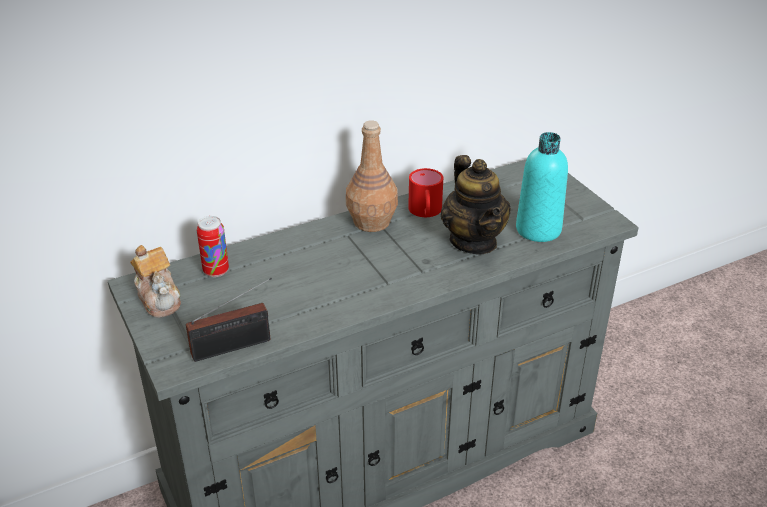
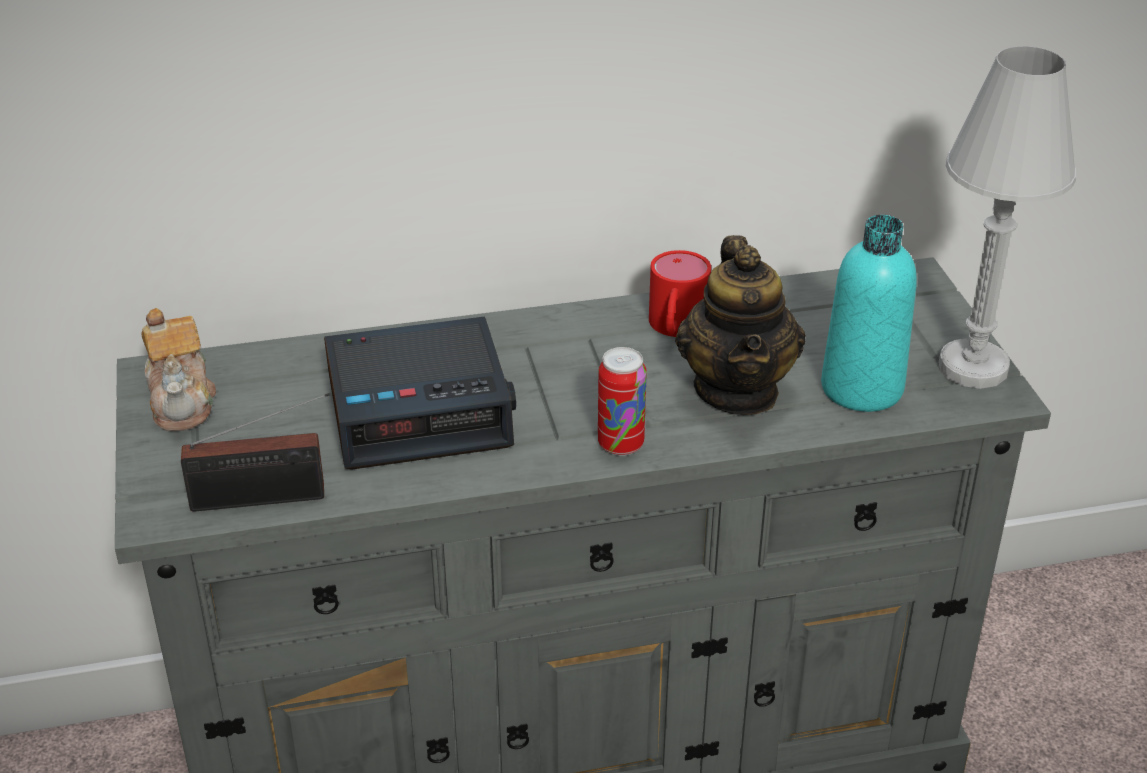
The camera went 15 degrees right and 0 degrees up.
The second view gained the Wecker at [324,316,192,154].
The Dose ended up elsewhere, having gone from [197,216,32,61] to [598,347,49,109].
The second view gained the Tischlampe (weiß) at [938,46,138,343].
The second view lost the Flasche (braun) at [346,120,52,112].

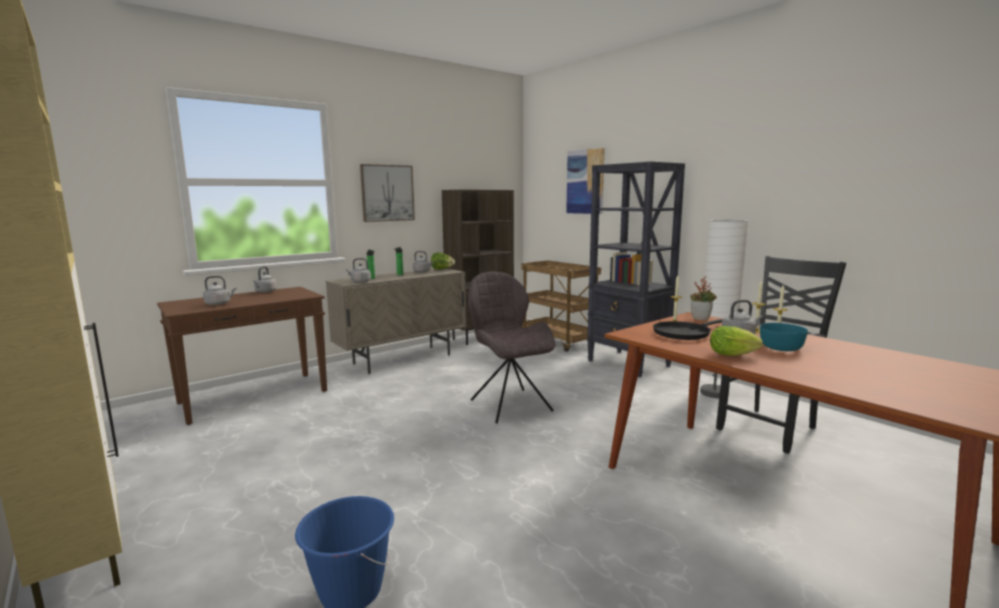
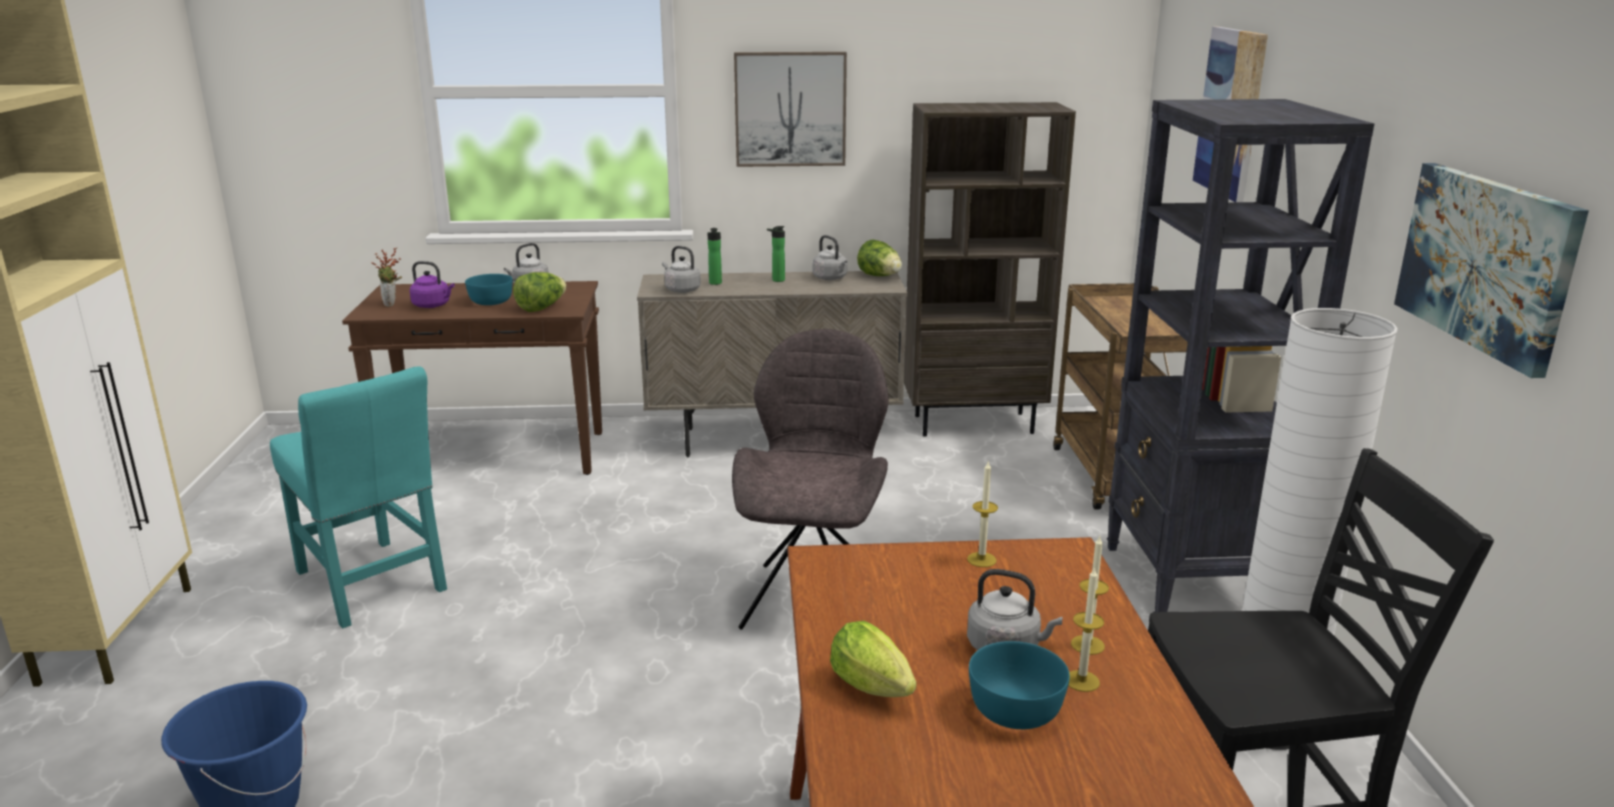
The camera went 35 degrees right and 10 degrees up.
The second view gained the Stuhl (türkis) at [270,366,177,262].
The Topfpflanze ended up elsewhere, having gone from [690,276,27,44] to [372,247,30,60].
What was the Wasserkessel (grau) at [203,276,33,29] turned into the Wasserkessel (lila) at [410,261,45,47].
The second view gained the Schüssel (türkis) at [465,274,48,31].
The second view gained the Salatkopf at [513,272,54,40].
The second view gained the Bild at [1394,163,195,215].
The second view lost the Pfanne (schwarz) at [653,319,70,21].

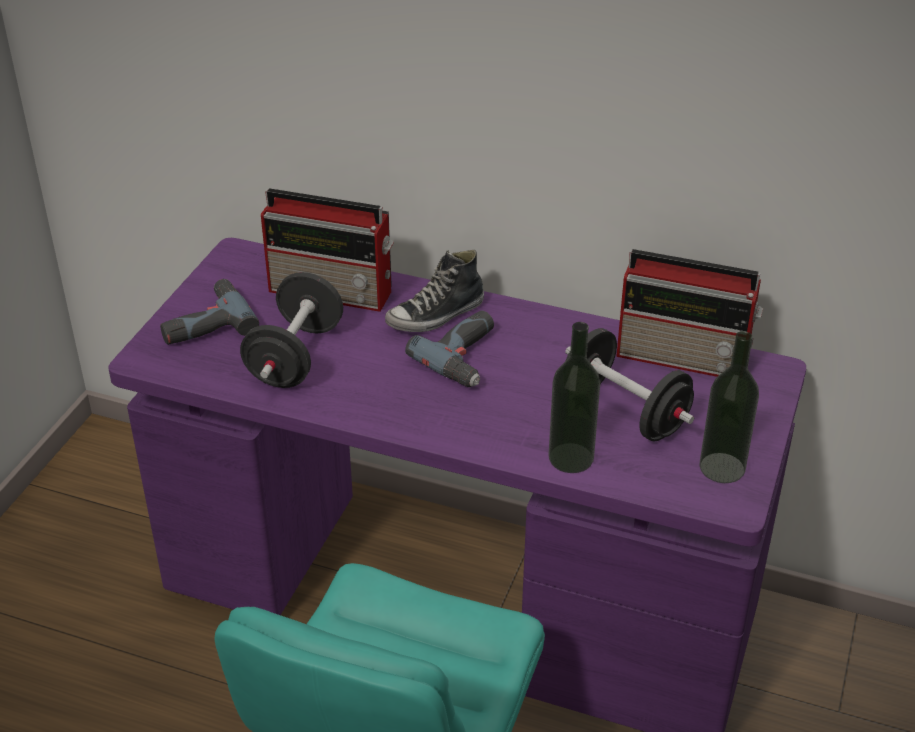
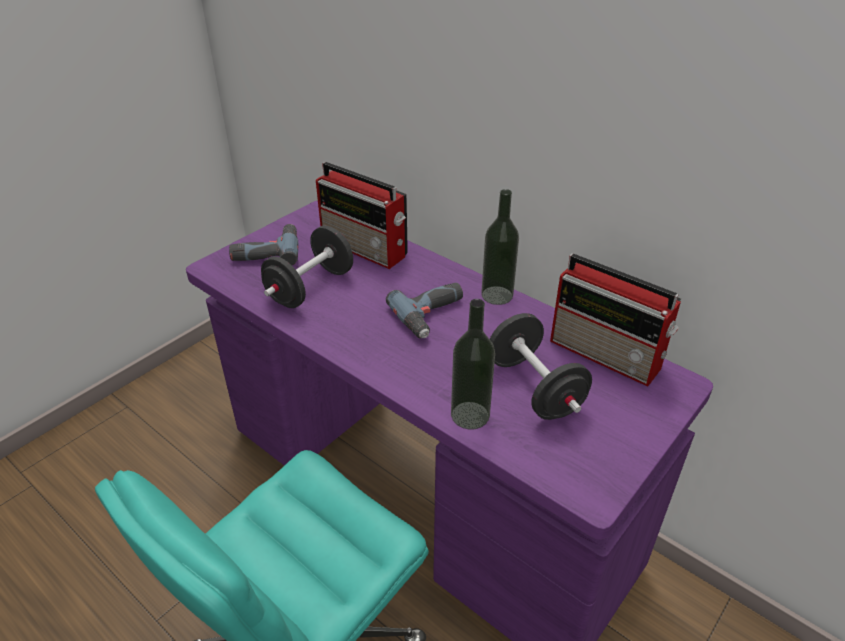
The camera went 20 degrees right and 0 degrees up.
The Flasche ended up elsewhere, having gone from [700,331,59,152] to [481,189,38,116].
The second view lost the Schuh at [385,250,99,82].

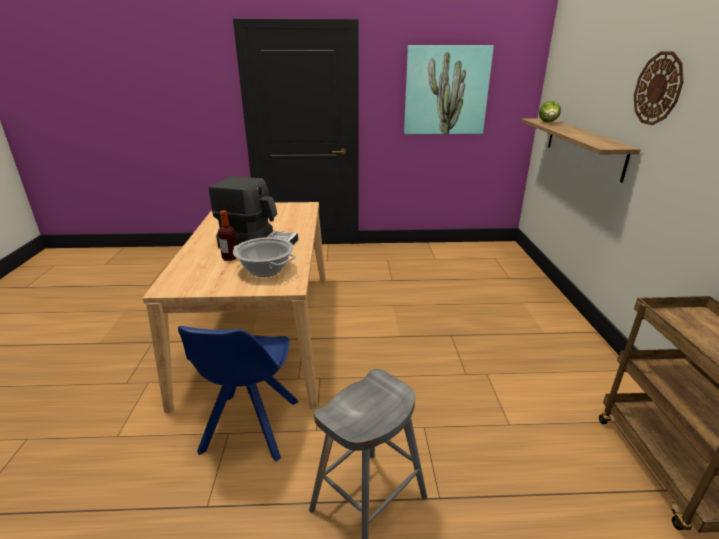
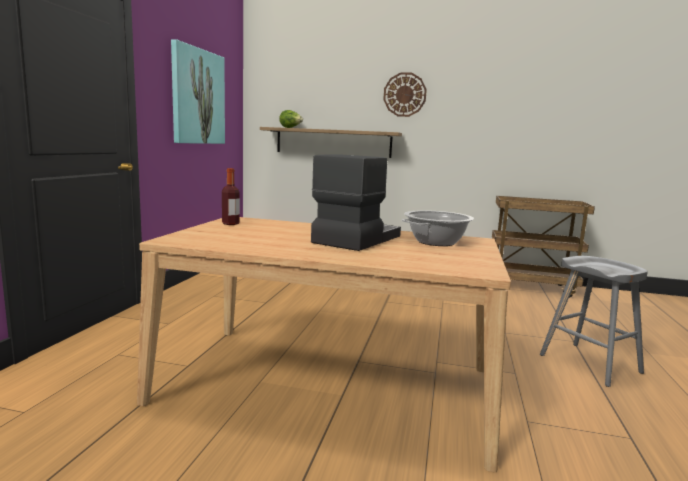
The camera went 75 degrees left and 15 degrees down.
The Flasche ended up elsewhere, having gone from [218,210,19,51] to [222,168,18,57].
The second view lost the Stuhl (blau) at [178,326,120,135].

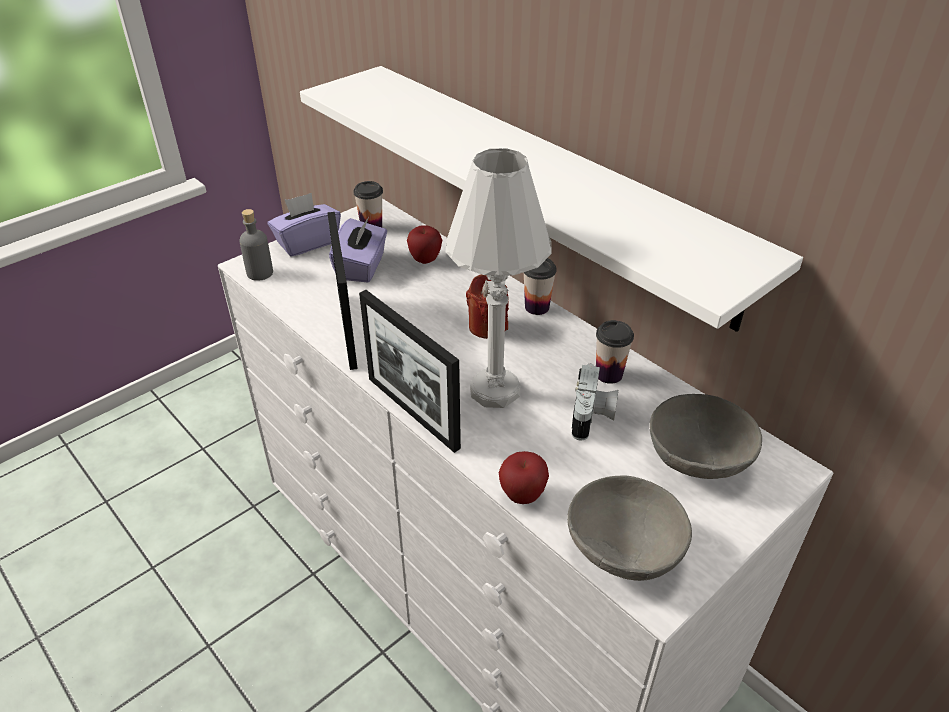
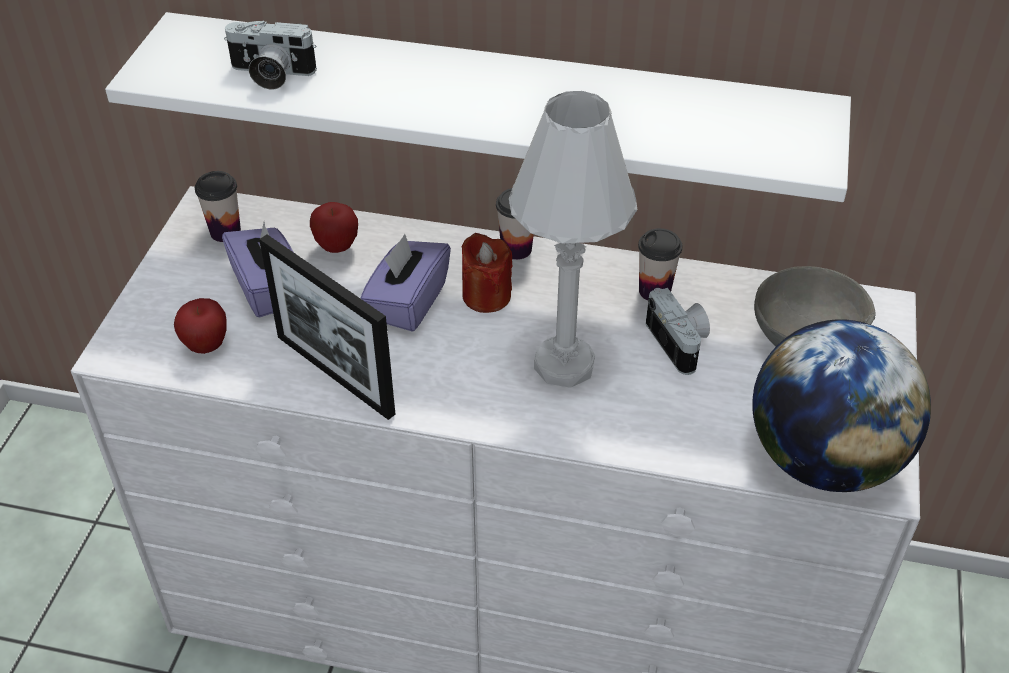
The camera went 35 degrees left and 5 degrees up.
The Apfel ended up elsewhere, having gone from [499,451,50,53] to [174,298,53,56].
The second view gained the Kamera at [224,21,93,69].
The Taschentuchbox (lila) ended up elsewhere, having gone from [268,193,73,63] to [360,234,91,98].
Where the Schüssel (grau) stood at [567,475,125,106], the Globus came to stand at [752,319,179,173].
The second view lost the Flasche (grau) at [239,209,34,72].
The second view lost the Bilderrahmen at [359,290,102,163].

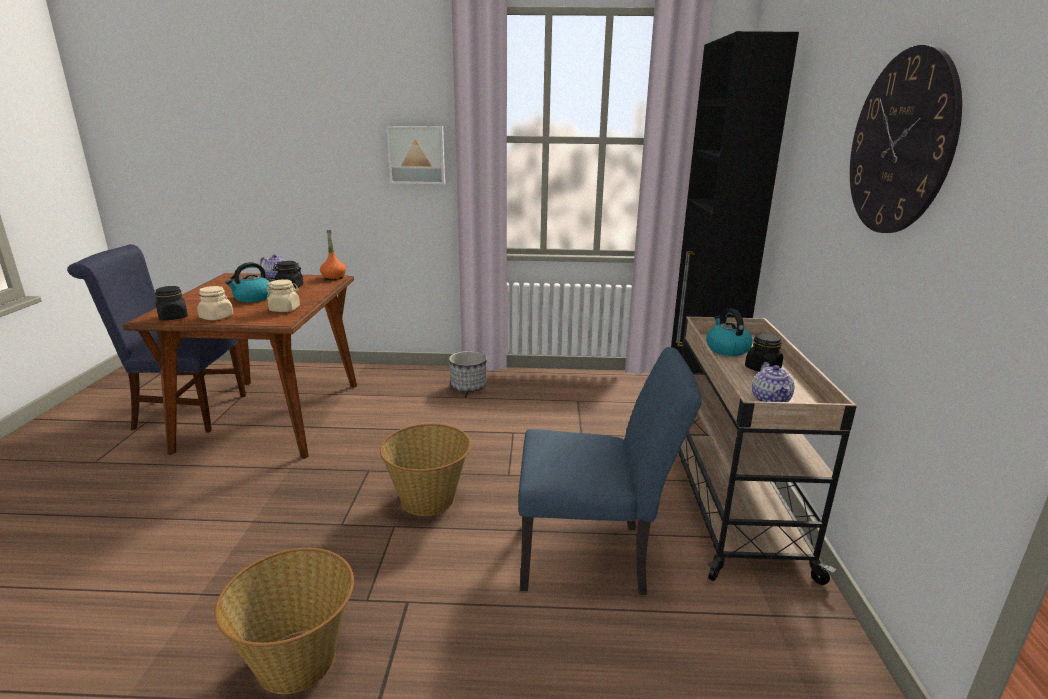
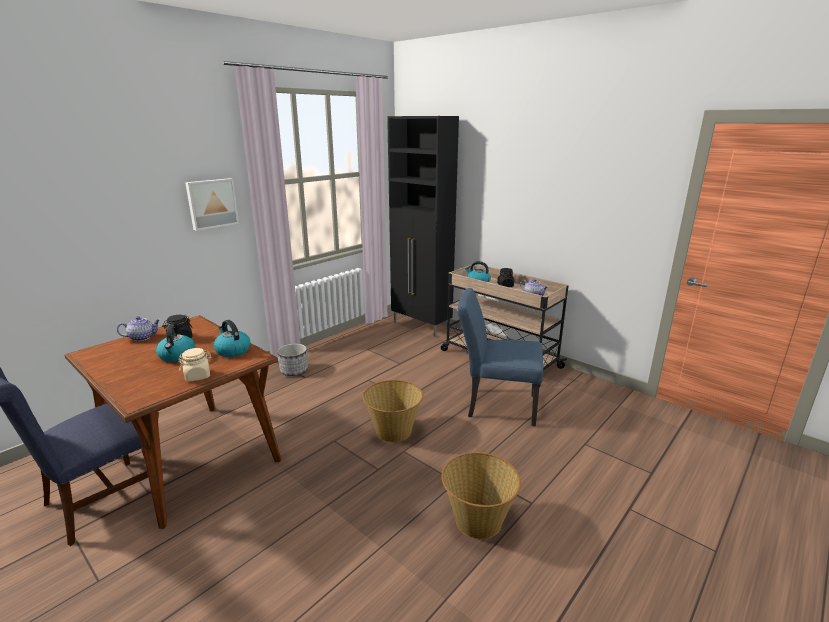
The camera went 50 degrees left and 0 degrees up.
Where the Vorratsglas (beige) stood at [266,279,34,33], the Wasserkessel came to stand at [214,320,37,37].
The Stuhl (blau) at [519,347,183,248] ended up facing another way, 120 degrees counterclockwise from before.
The second view lost the Vorratsglas (schwarz) at [155,286,33,34].
The second view lost the Flasche (orange) at [320,230,26,50].
The second view lost the Wanduhr at [850,45,112,188].

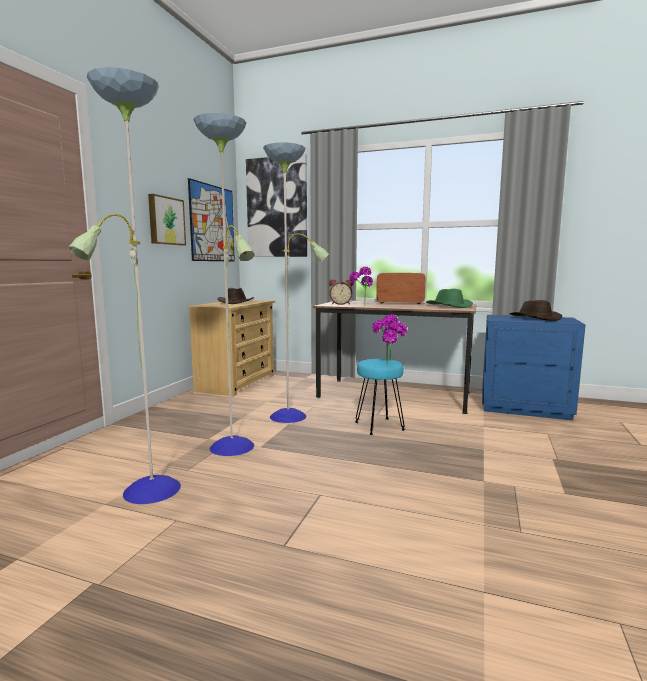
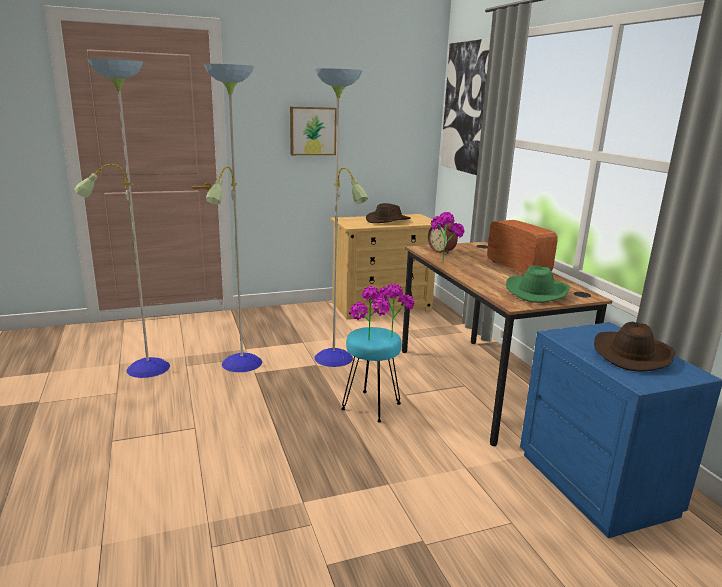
The camera went 50 degrees right and 10 degrees up.
The second view lost the Bild at [188,178,47,84].

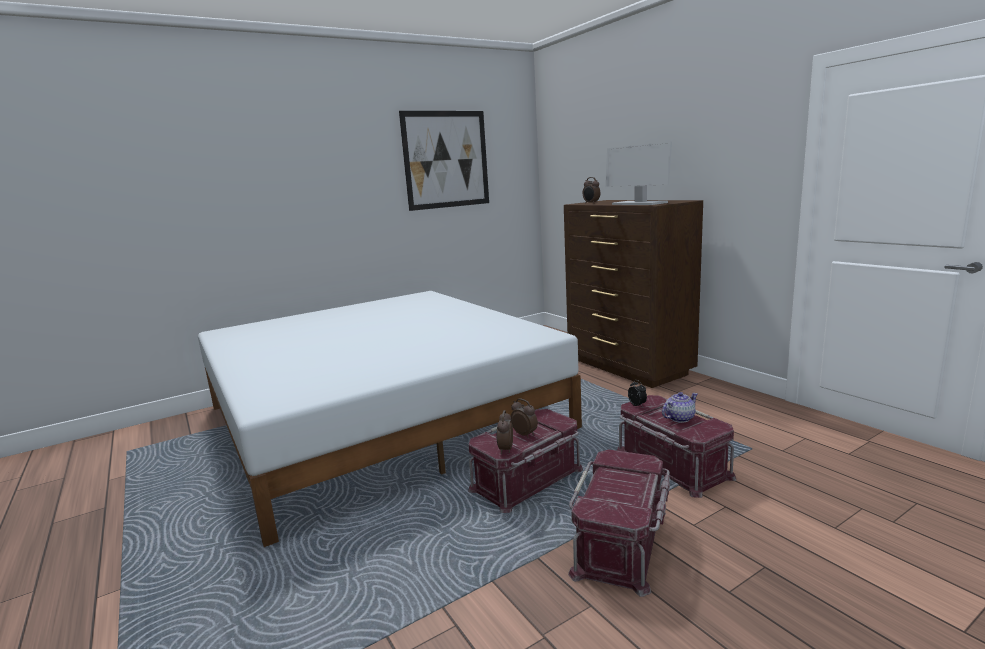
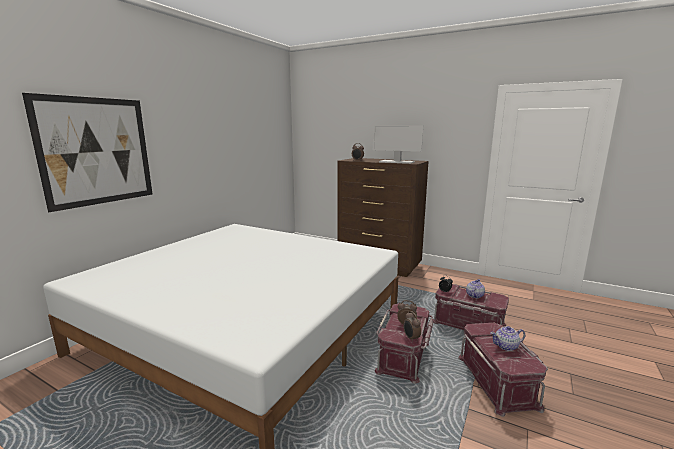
The camera went 30 degrees left and 0 degrees up.
The Bild ended up elsewhere, having gone from [399,111,90,100] to [22,93,131,119].
The second view gained the Teekanne at [490,326,35,25].

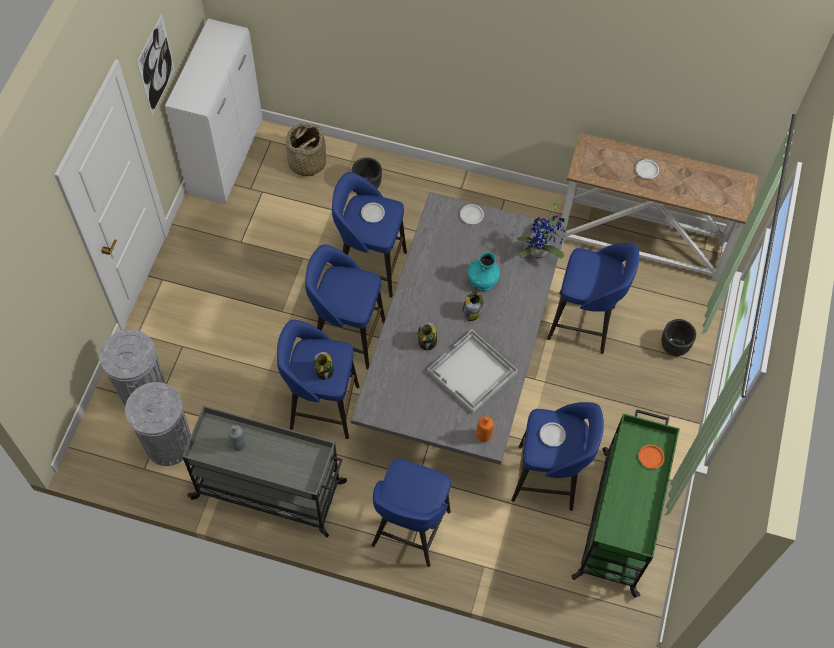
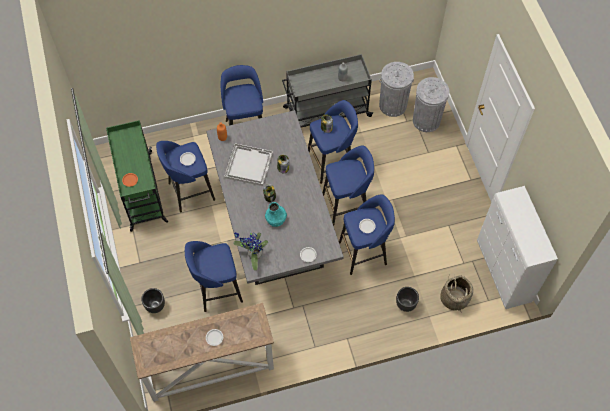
The camera went 150 degrees right and 0 degrees up.
The second view lost the Bild at [137,13,38,102].

